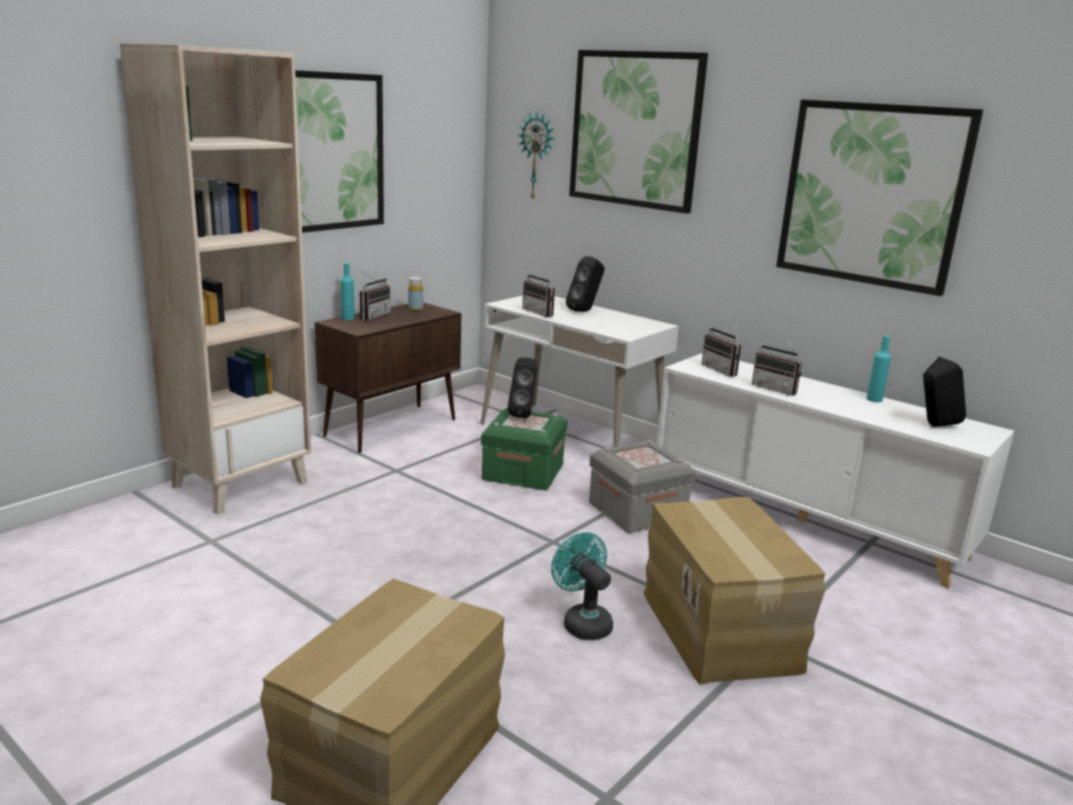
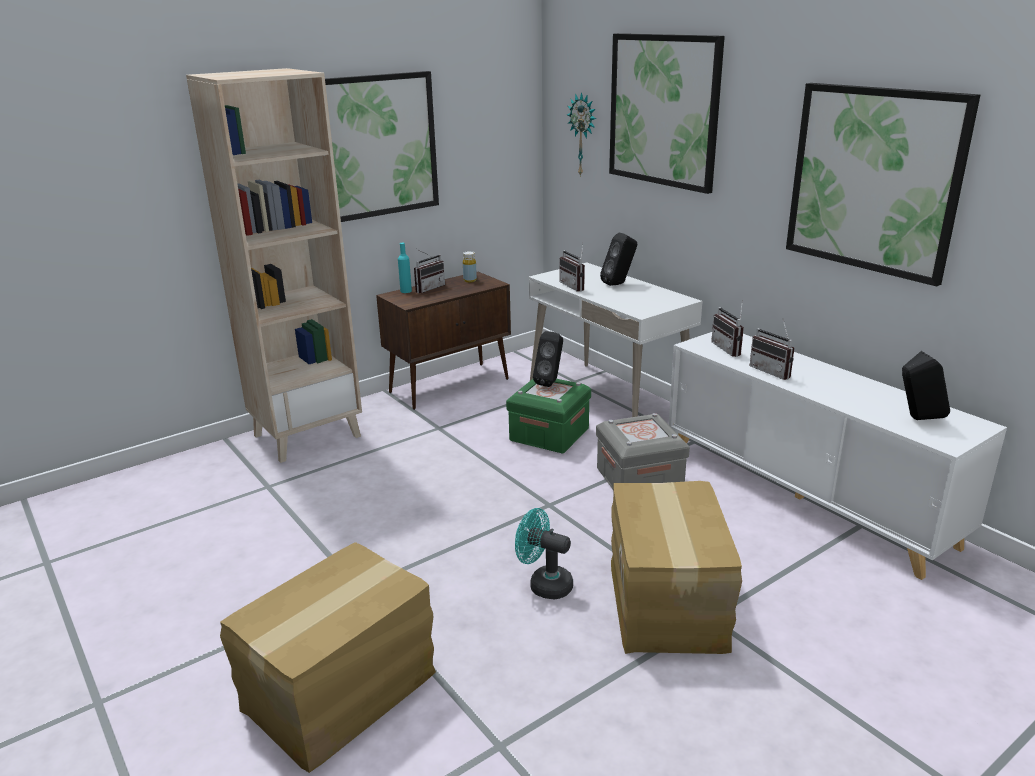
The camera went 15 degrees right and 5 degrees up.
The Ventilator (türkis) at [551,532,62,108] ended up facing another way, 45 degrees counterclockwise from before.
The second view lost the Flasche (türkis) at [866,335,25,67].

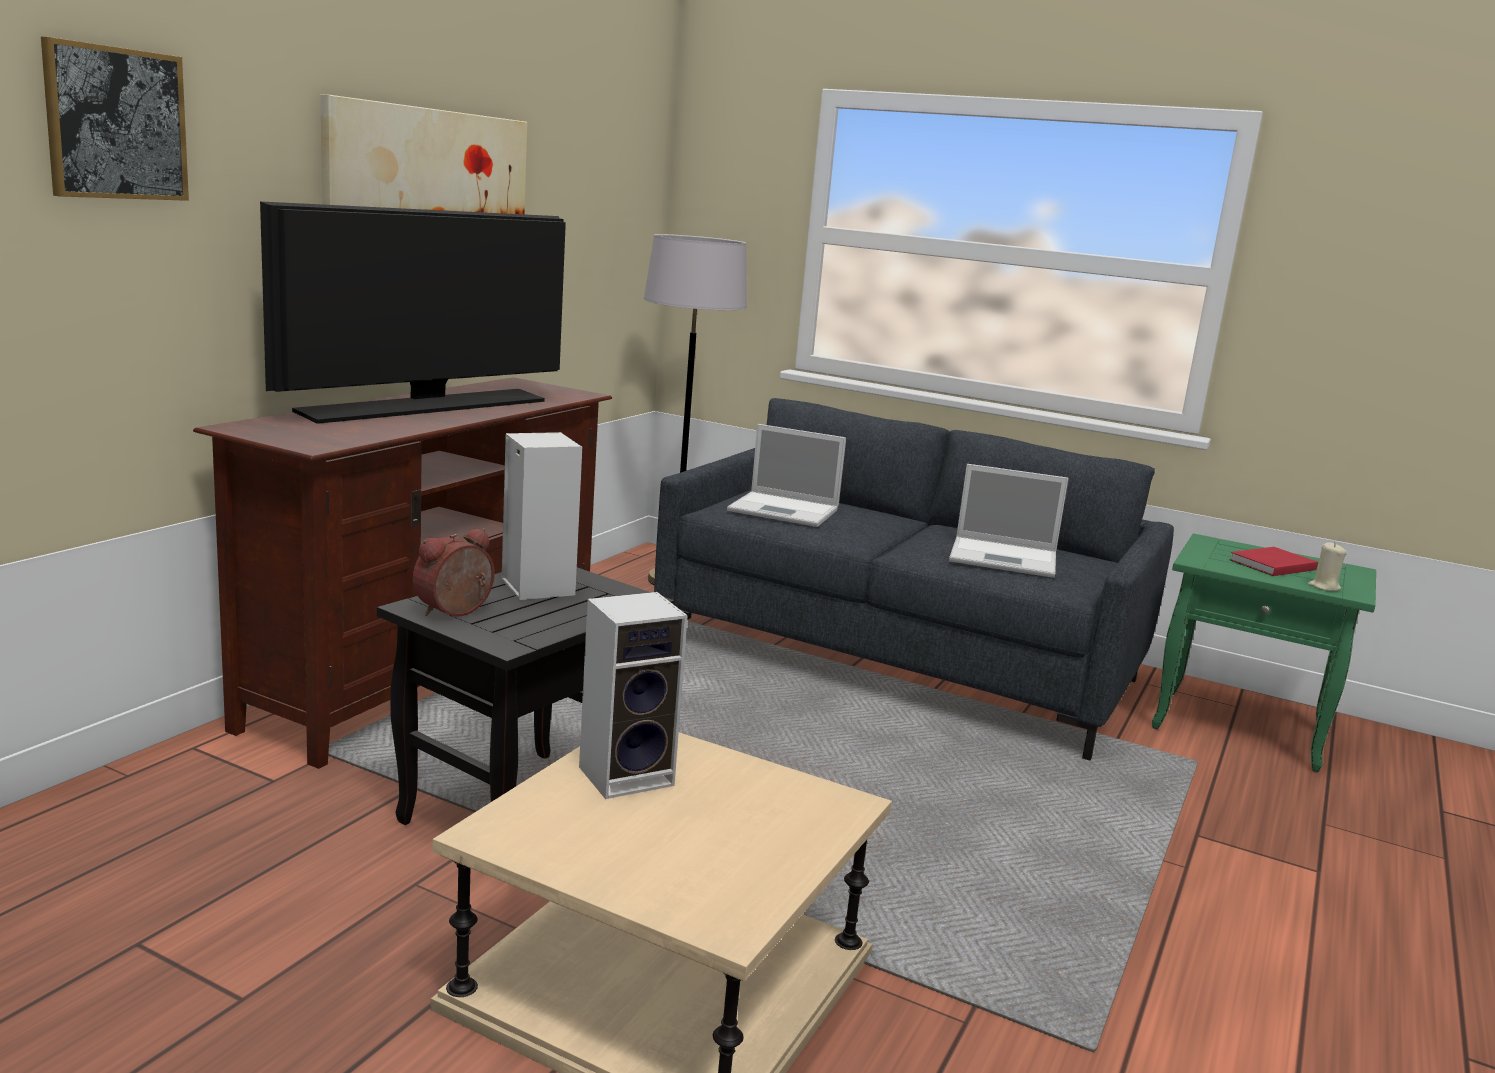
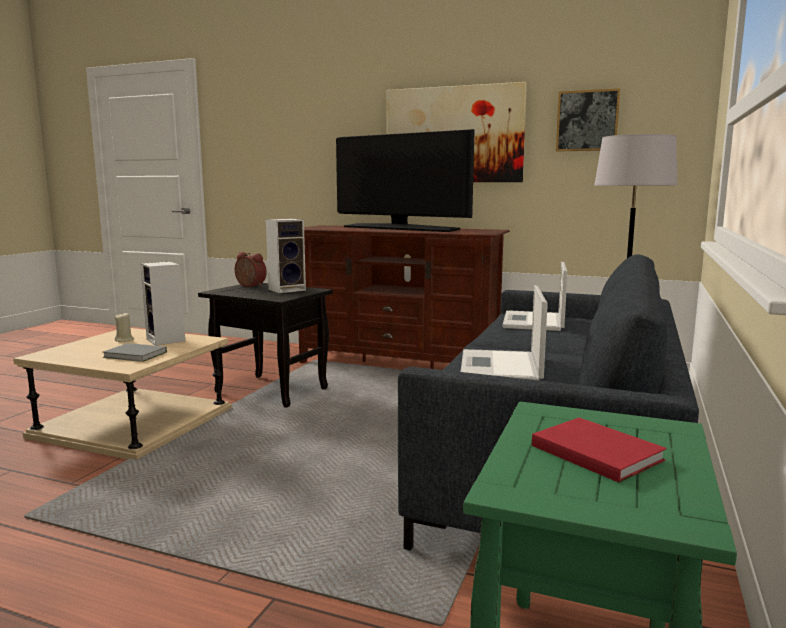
The camera went 85 degrees right and 5 degrees down.
The second view gained the Buch (grau) at [102,343,65,19].
The Kerze (beige) ended up elsewhere, having gone from [1308,542,39,49] to [115,313,19,29].
The Bild ended up elsewhere, having gone from [41,36,148,165] to [556,88,64,64].

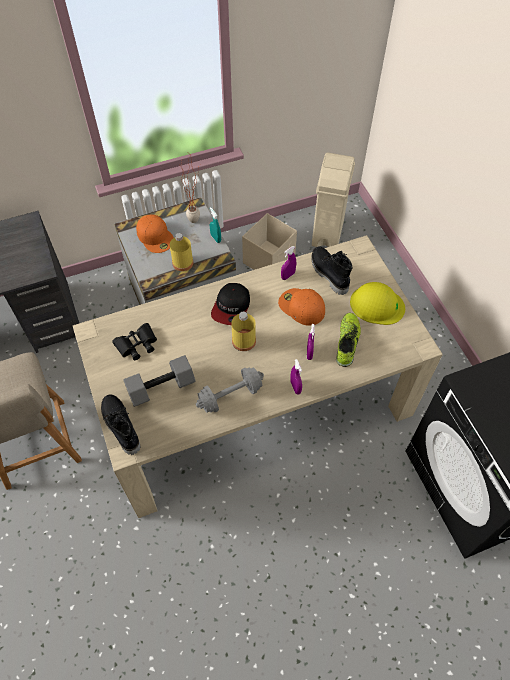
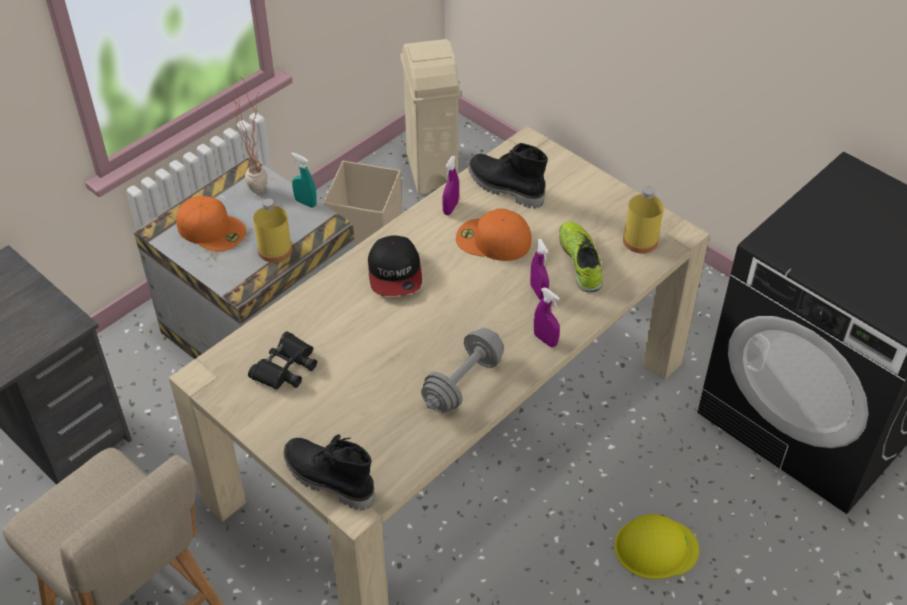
The camera went 25 degrees left and 10 degrees down.
The Schutzhelm (gelb) ended up elsewhere, having gone from [350,282,55,43] to [614,514,85,65].
The Flasche (gelb) ended up elsewhere, having gone from [231,312,25,39] to [623,186,41,67].
The second view lost the Hantel (grau) at [124,355,71,52].

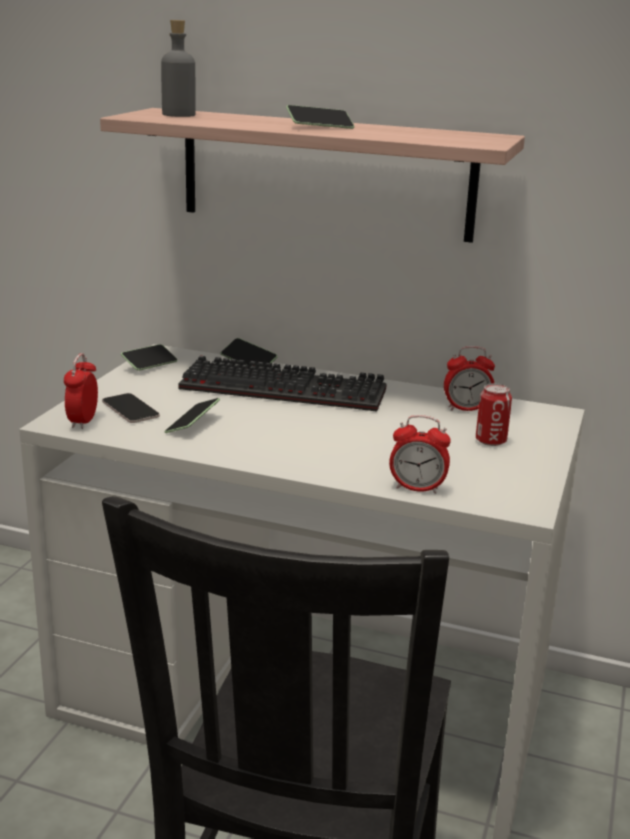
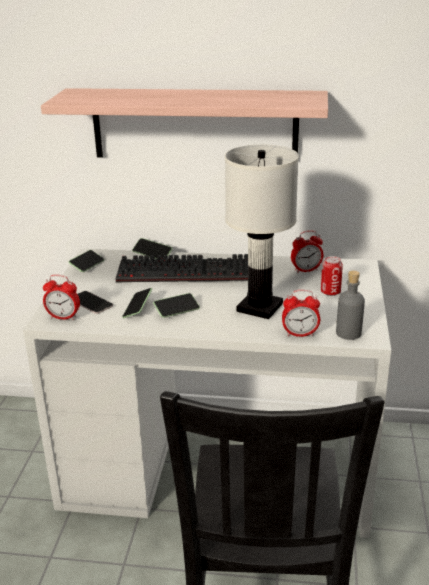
The camera went 10 degrees left and 5 degrees up.
The Wecker at [64,353,34,76] ended up facing another way, 75 degrees counterclockwise from before.
The Handy ended up elsewhere, having gone from [286,105,68,24] to [153,293,47,25].
The second view gained the Tischlampe (weiß) at [225,144,74,175].
The Flasche (grau) ended up elsewhere, having gone from [161,20,35,97] to [336,271,29,69].

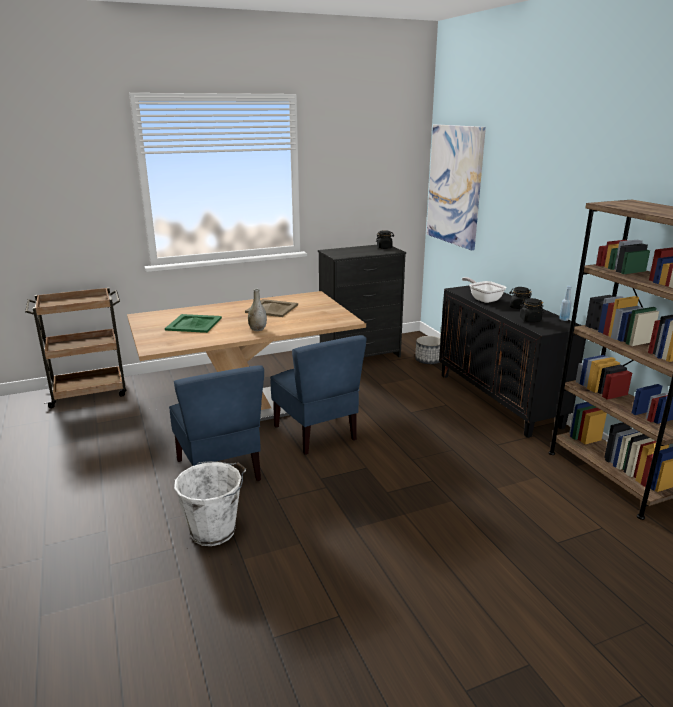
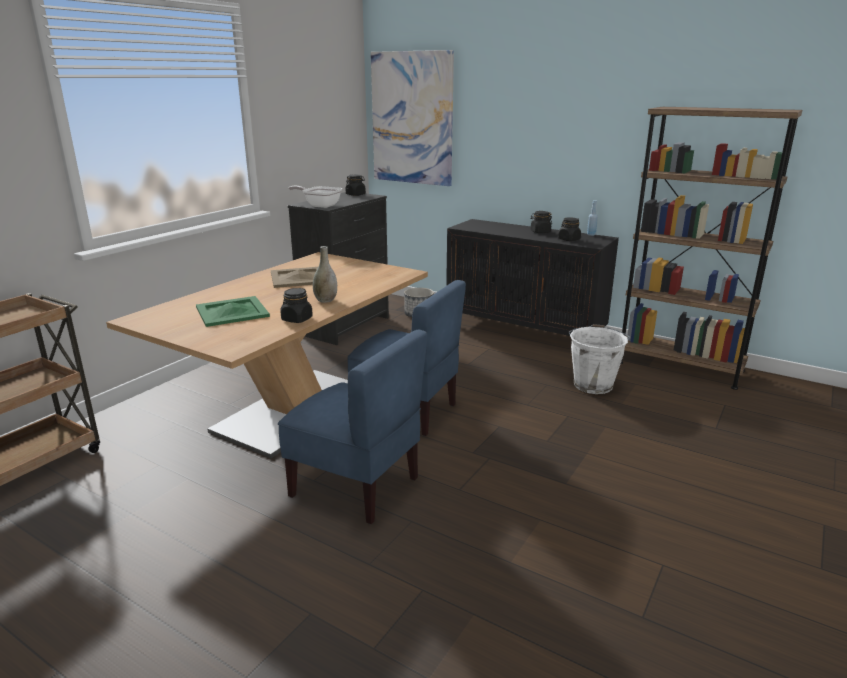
The camera went 35 degrees left and 0 degrees up.
The second view gained the Vorratsglas (schwarz) at [280,288,33,35].
The Pfanne ended up elsewhere, having gone from [462,277,45,26] to [289,186,53,22].
The Eimer (weiß) ended up elsewhere, having gone from [174,461,72,85] to [569,324,62,70].

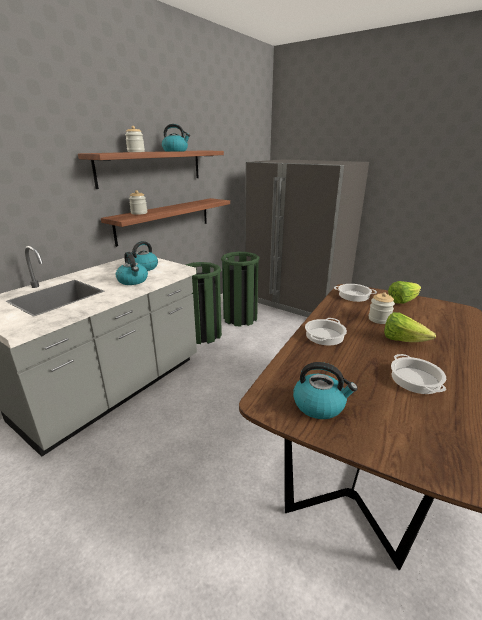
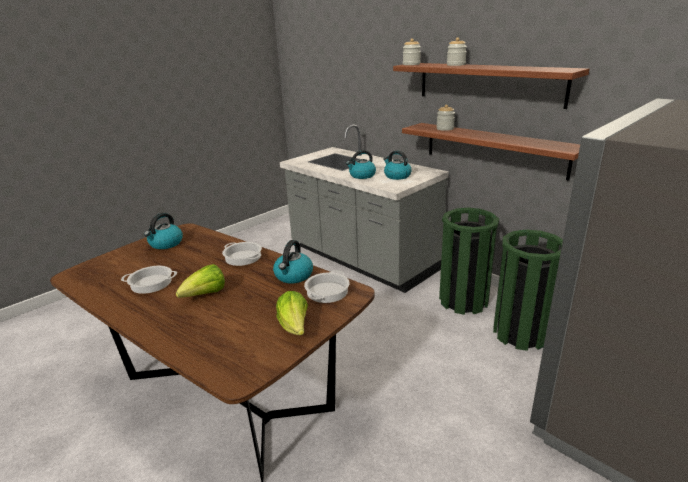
The camera went 100 degrees right and 0 degrees up.
The Wasserkessel ended up elsewhere, having gone from [162,124,28,28] to [273,240,40,44].
The Vorratsglas ended up elsewhere, having gone from [369,292,26,32] to [403,38,18,27].

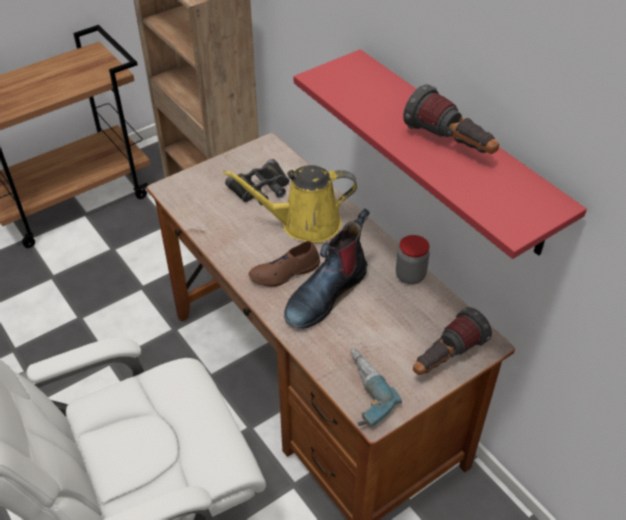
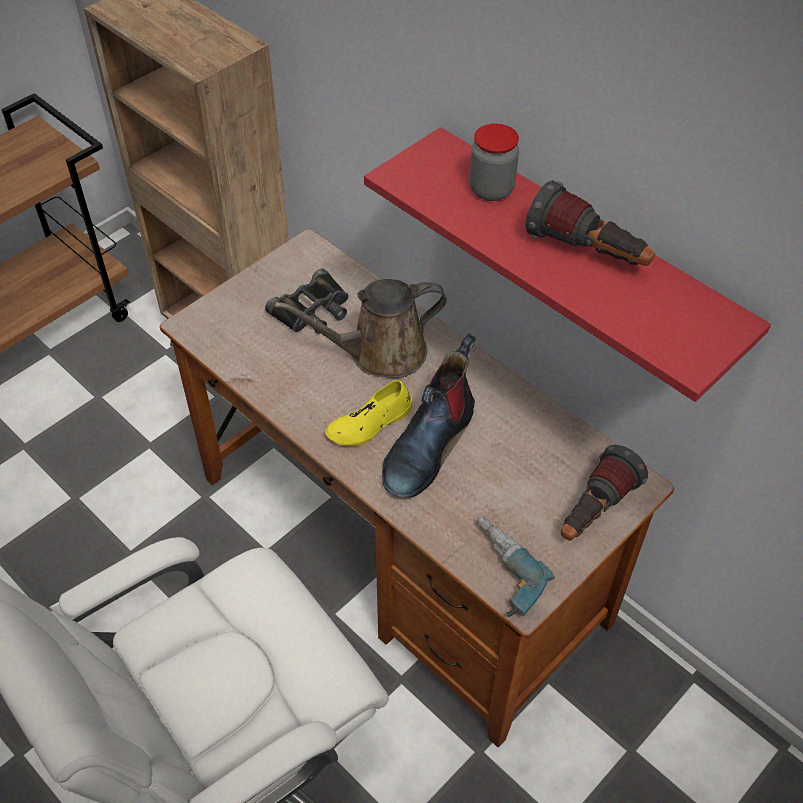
The camera went 10 degrees left and 5 degrees up.
What was the Gießkanne (gelb) at [223,165,134,78] turned into the Gießkanne (braun) at [274,279,173,100].
What was the Schuh (braun) at [248,241,72,46] turned into the Schuh (gelb) at [325,380,87,66].
The Vorratsglas ended up elsewhere, having gone from [396,235,34,50] to [470,124,49,77].

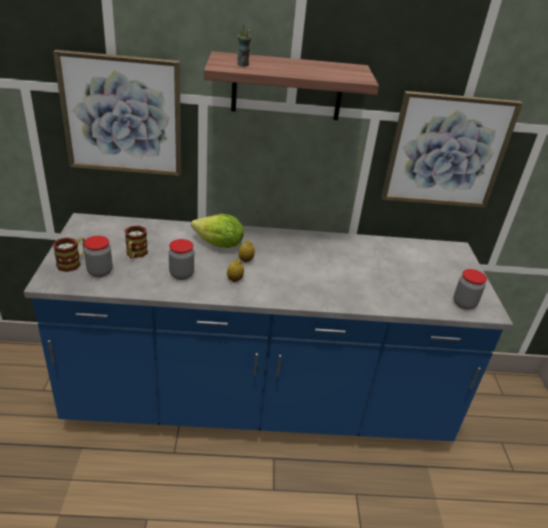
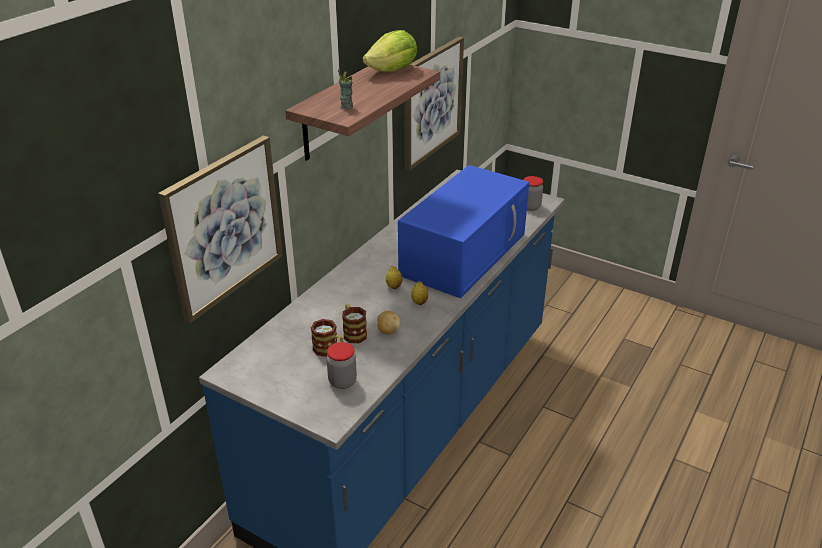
The camera went 55 degrees left and 0 degrees up.
The Henkelbecher ended up elsewhere, having gone from [53,237,32,35] to [342,304,25,39].
The Salatkopf ended up elsewhere, having gone from [191,214,53,34] to [362,30,55,42].
Where the Vorratsglas stood at [169,239,25,41], the Kartoffel came to stand at [377,311,23,23].
The second view gained the Mikrowelle (blau) at [398,165,131,133].

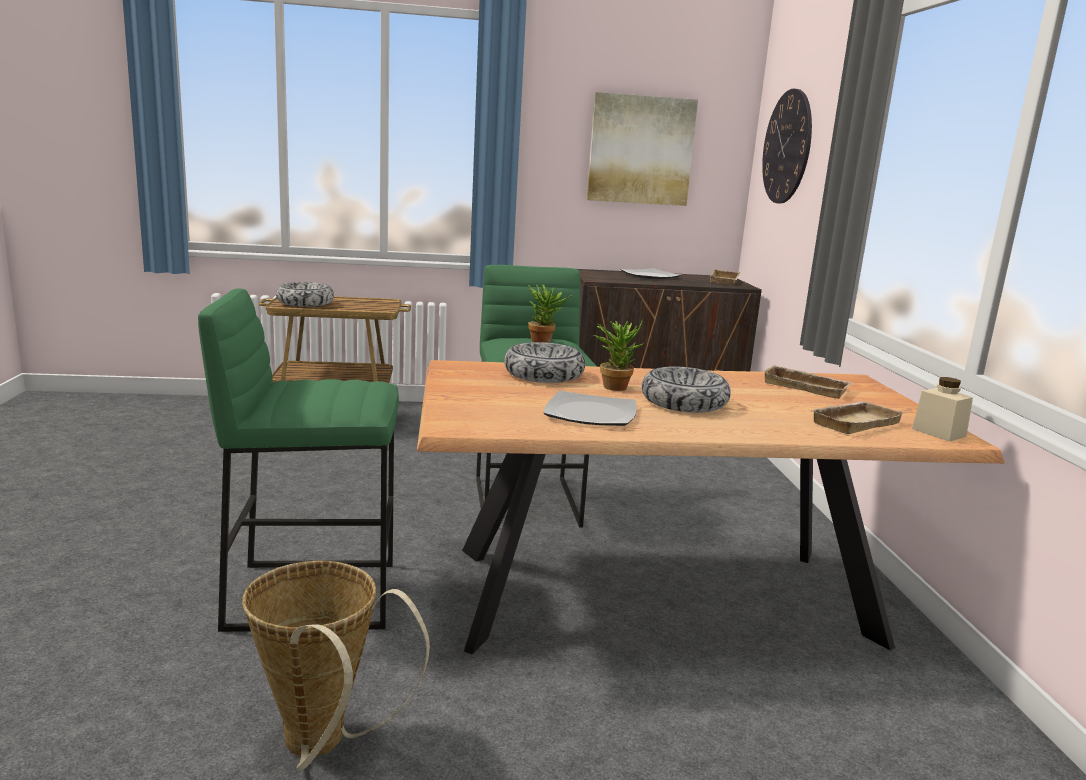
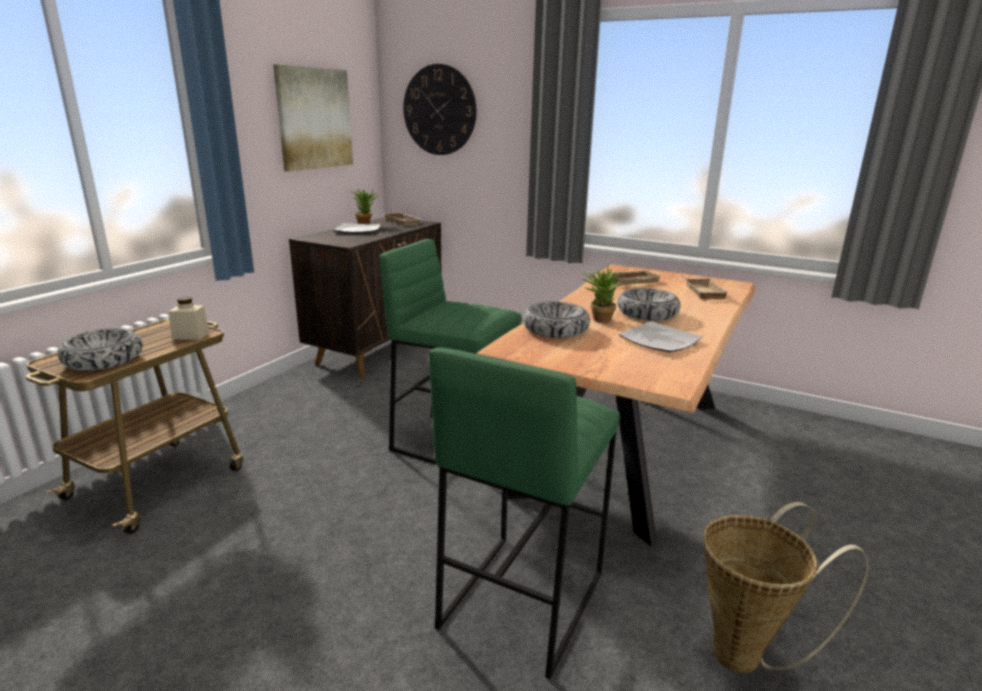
The camera went 55 degrees left and 5 degrees up.
The Vorratsglas (beige) ended up elsewhere, having gone from [912,377,61,64] to [168,296,42,44].
The Topfpflanze ended up elsewhere, having gone from [528,285,44,58] to [353,190,25,34].

